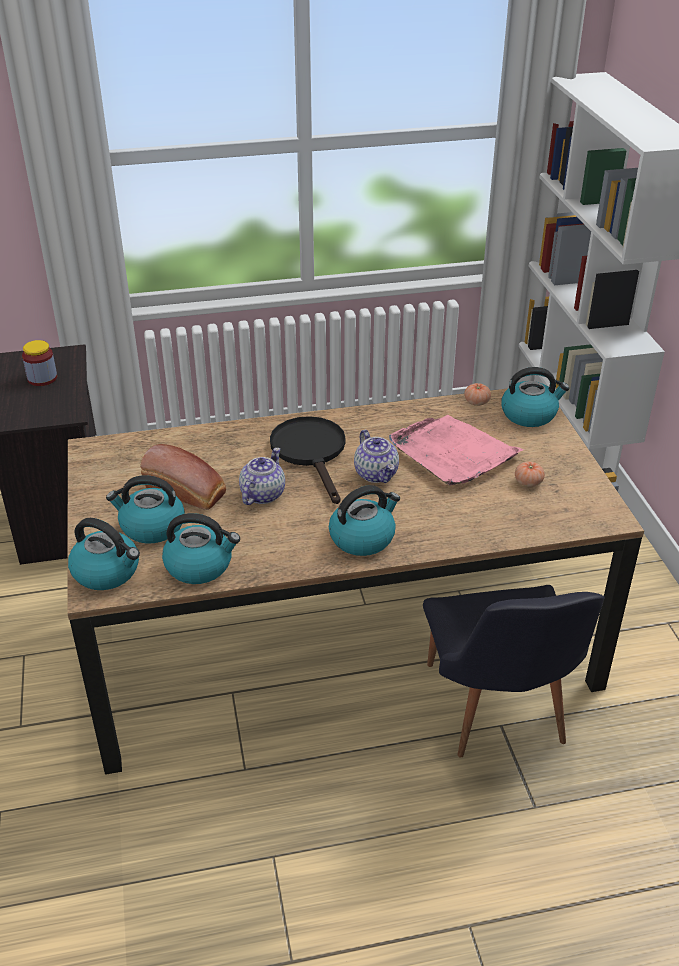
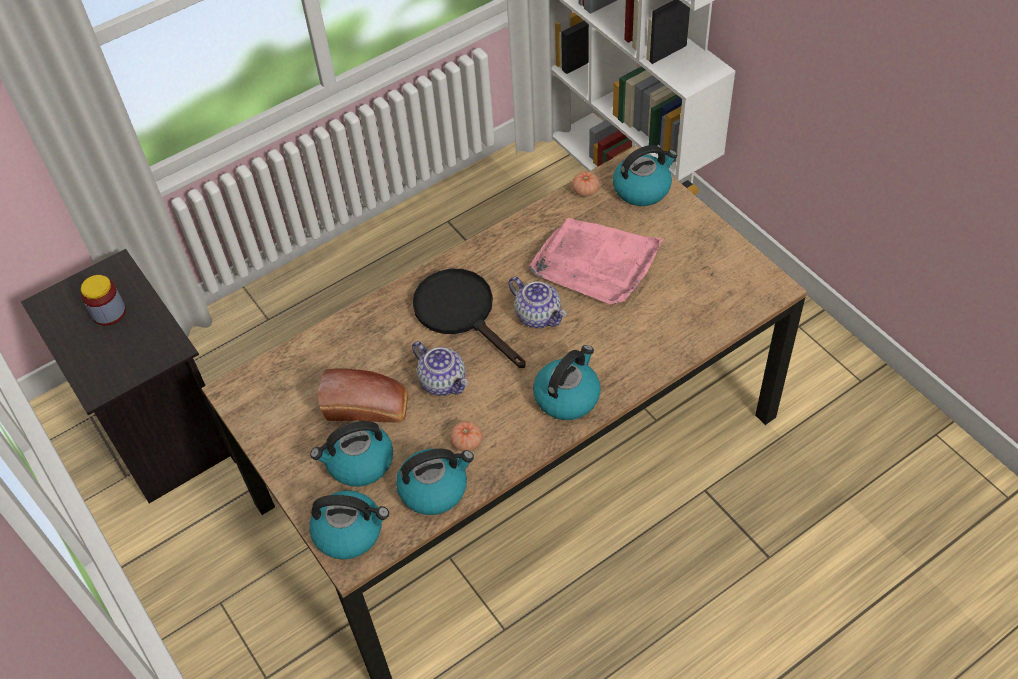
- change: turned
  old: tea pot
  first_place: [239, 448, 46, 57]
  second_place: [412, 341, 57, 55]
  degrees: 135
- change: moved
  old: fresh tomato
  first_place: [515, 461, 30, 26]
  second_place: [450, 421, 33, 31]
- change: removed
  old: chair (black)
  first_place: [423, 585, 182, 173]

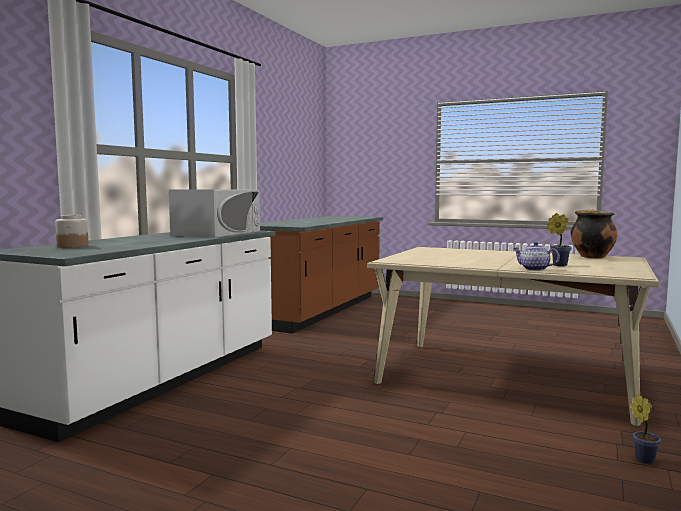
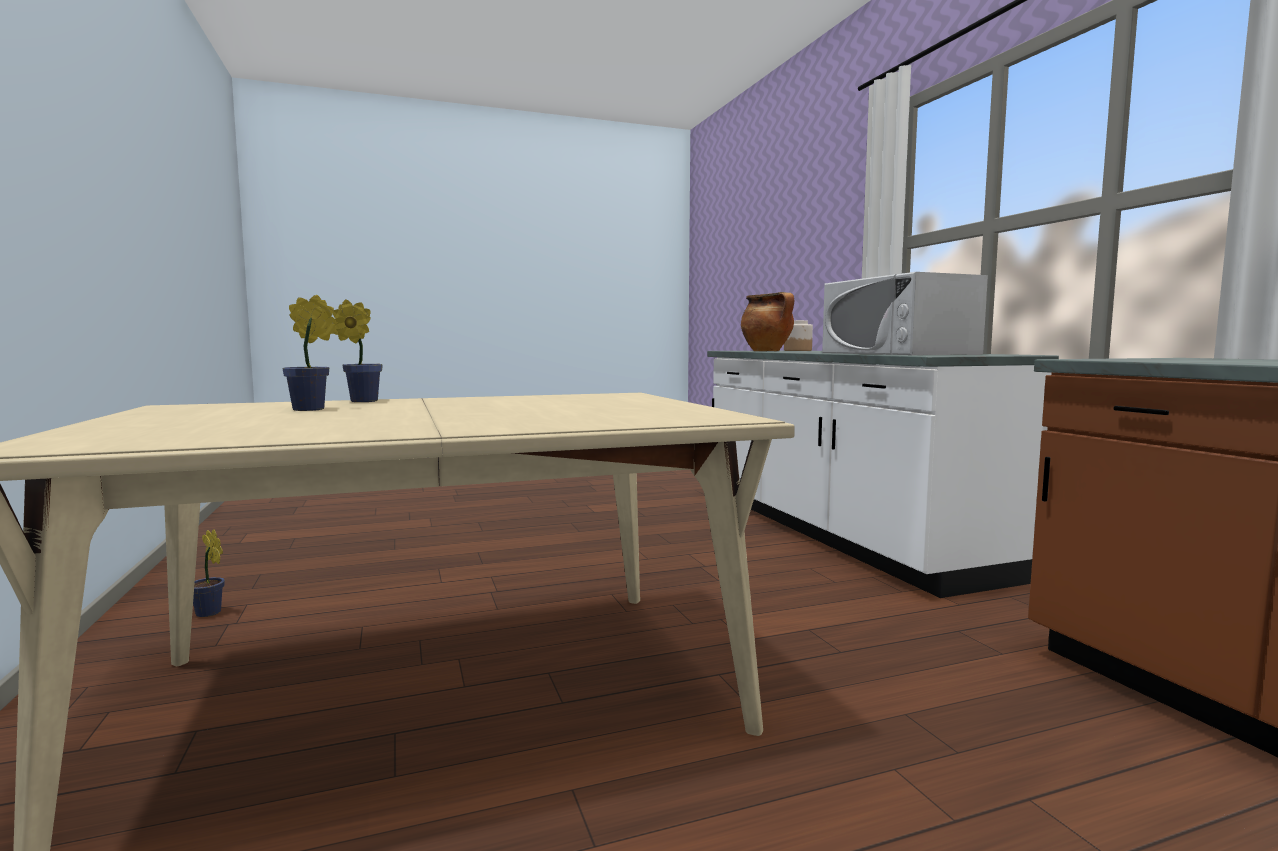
- change: moved
  old: cooking pot
  first_place: [571, 210, 46, 49]
  second_place: [741, 292, 53, 59]
- change: replaced
  old: tea pot
  new: potted plant
  first_place: [513, 242, 47, 29]
  second_place: [333, 299, 50, 103]

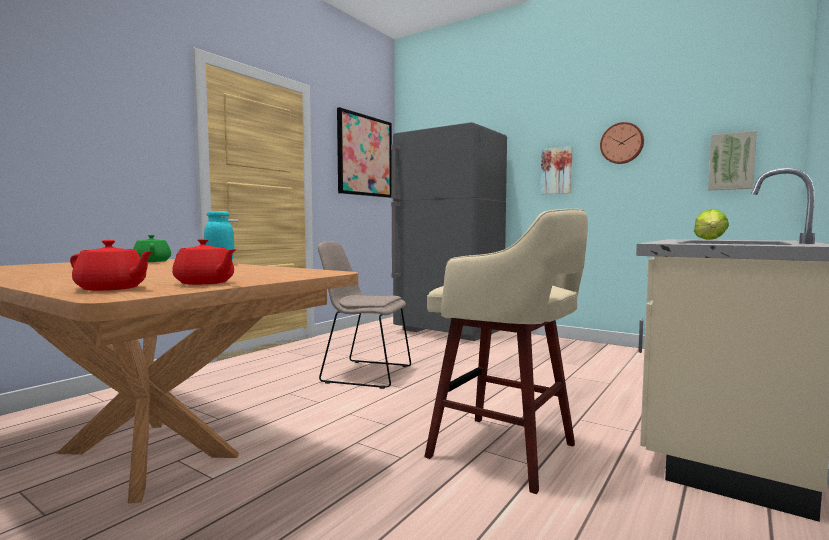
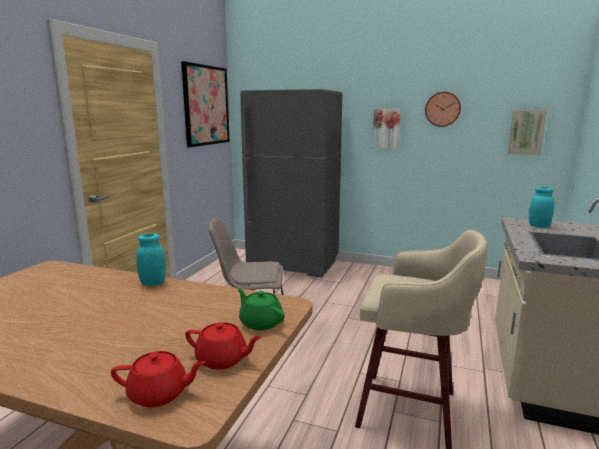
- change: replaced
  old: lettuce
  new: jar (turquoise)
  first_place: [694, 209, 35, 31]
  second_place: [529, 187, 25, 41]
- change: moved
  old: tea pot (green-coloured)
  first_place: [133, 235, 38, 27]
  second_place: [237, 288, 48, 42]

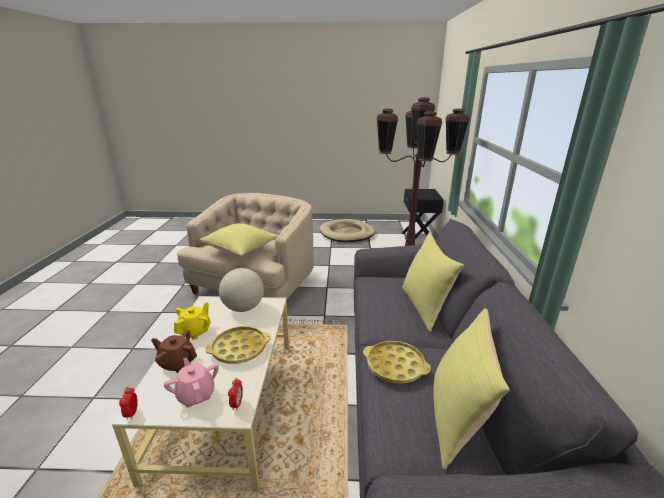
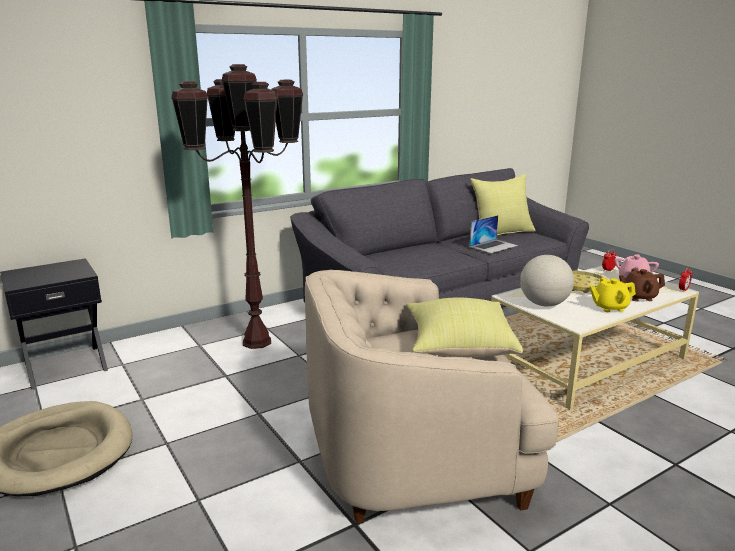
- change: removed
  old: throw pillow (yellow-coloured)
  first_place: [402, 232, 62, 100]
- change: turned
  old: tea pot (brownish)
  first_place: [151, 330, 46, 43]
  second_place: [619, 268, 46, 33]
  degrees: 105
- change: replaced
  old: tray (yellow-coloured)
  new: portable computer
  first_place: [363, 341, 68, 43]
  second_place: [469, 215, 49, 38]

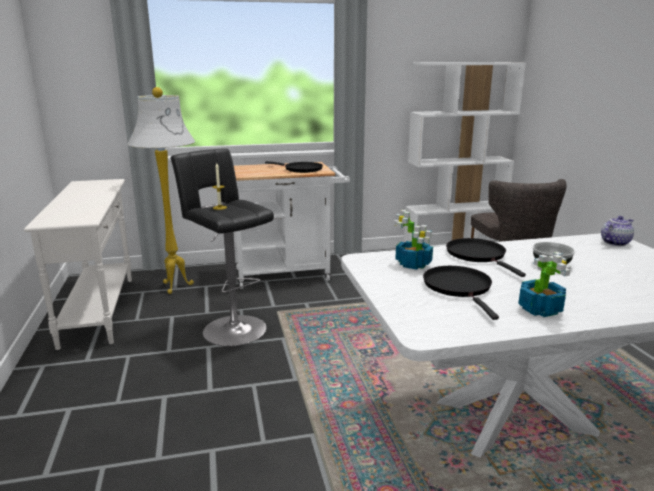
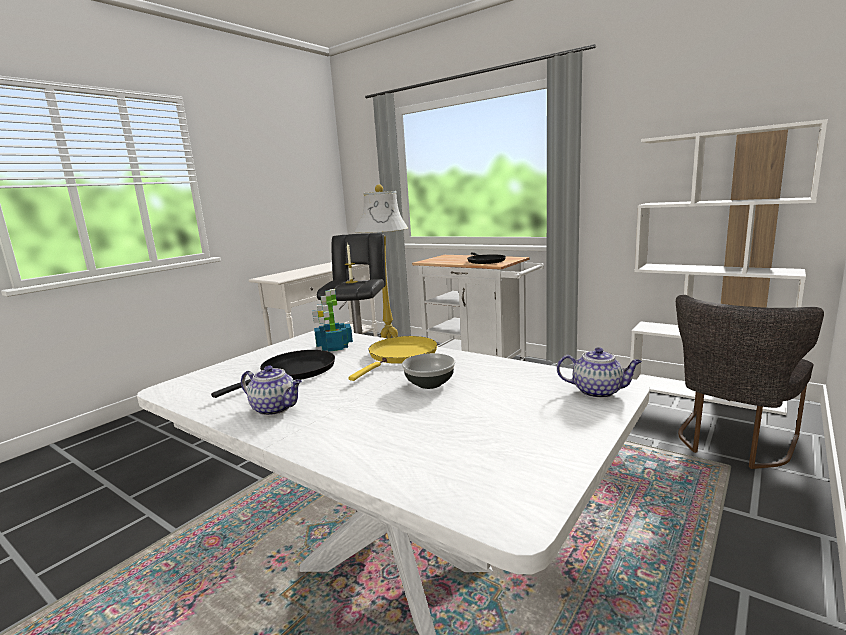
- change: recoloured
  old: pan (black)
  new: pan (yellow-coloured)
  first_place: [446, 238, 80, 39]
  second_place: [349, 336, 88, 45]
- change: replaced
  old: potted plant
  new: tea pot
  first_place: [518, 252, 52, 65]
  second_place: [241, 365, 61, 51]

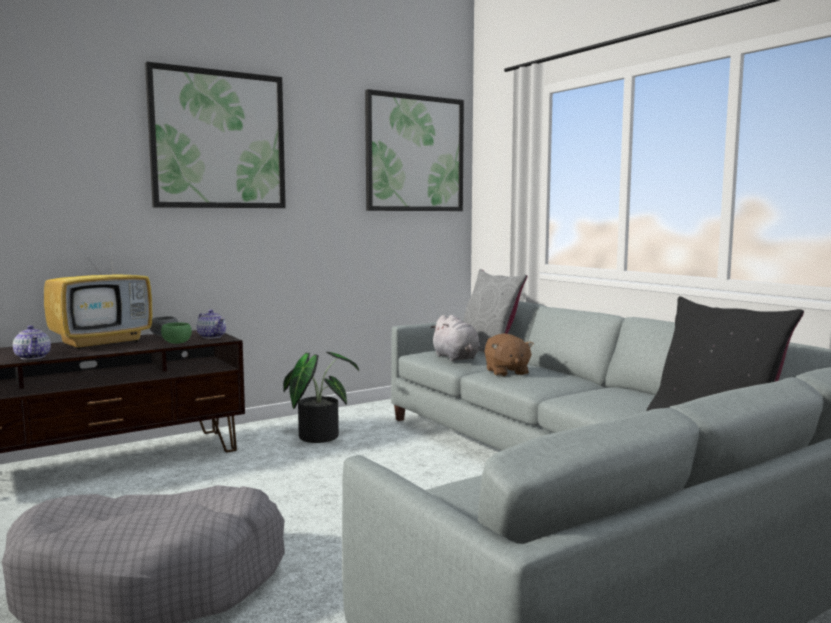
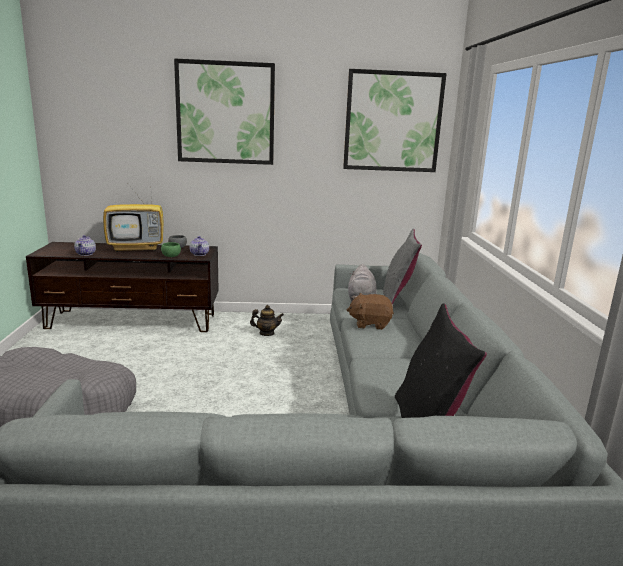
- change: turned
  old: plush toy (brownish)
  first_place: [485, 333, 49, 44]
  second_place: [347, 293, 47, 37]
  degrees: 75
- change: replaced
  old: potted plant
  new: tea pot
  first_place: [283, 352, 76, 91]
  second_place: [250, 305, 34, 31]

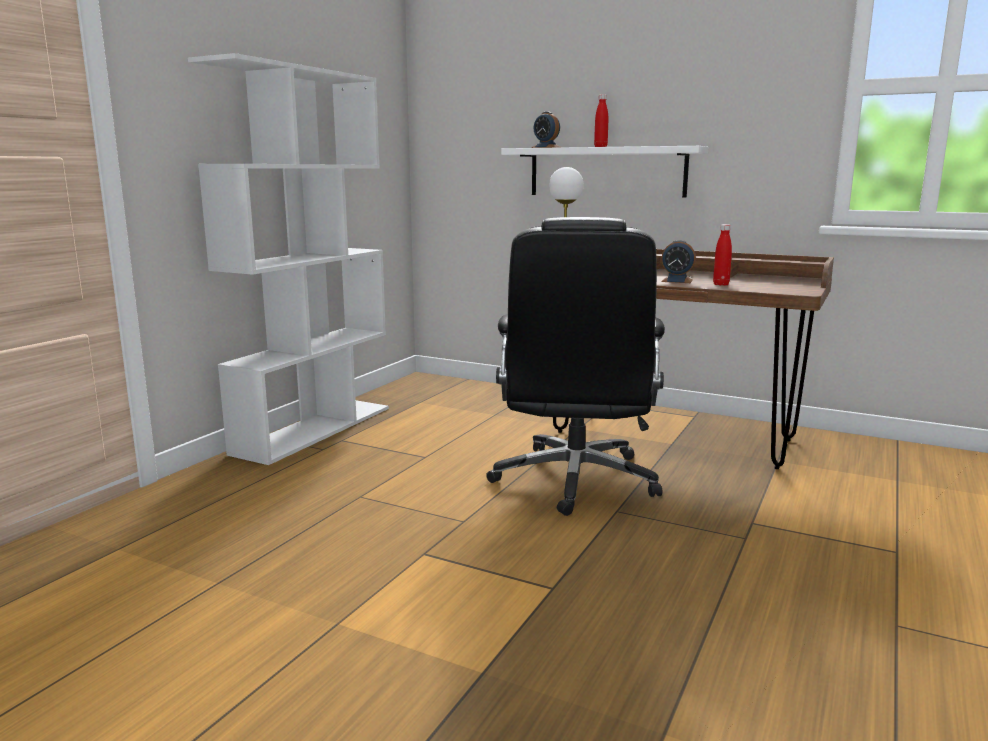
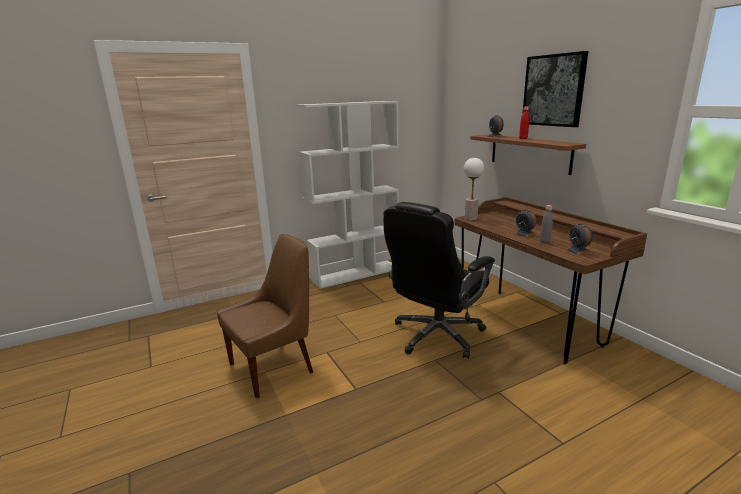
- change: recoloured
  old: shelf (whitish)
  new: shelf (brownish)
  first_place: [501, 146, 207, 52]
  second_place: [471, 134, 115, 41]
- change: recoloured
  old: beverage bottle (red-coloured)
  new: beverage bottle (greyish)
  first_place: [713, 224, 19, 62]
  second_place: [540, 205, 13, 39]
- change: added
  new: wall art
  second_place: [523, 51, 65, 76]
- change: added
  new: bedside clock
  second_place: [565, 224, 28, 31]
- change: added
  new: chair (brownish)
  second_place: [217, 234, 96, 164]

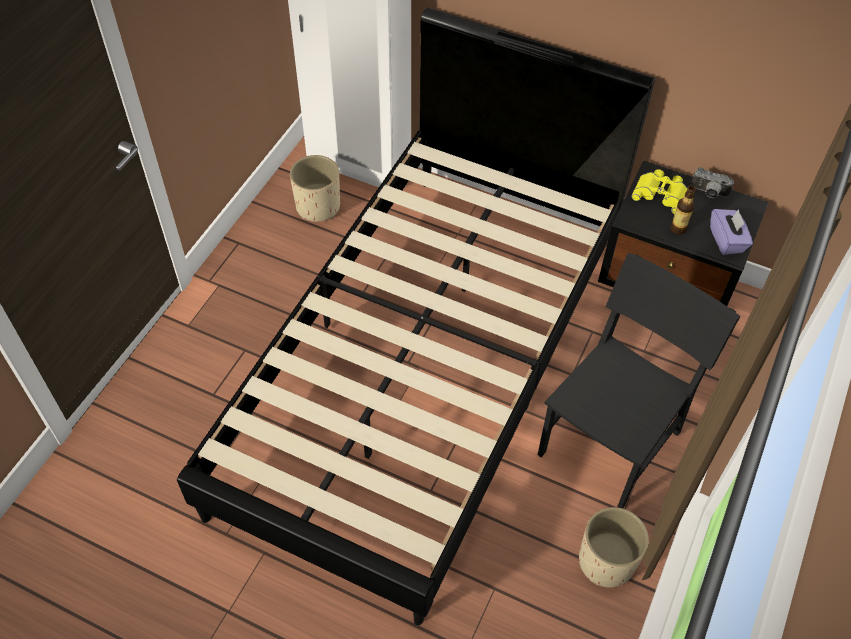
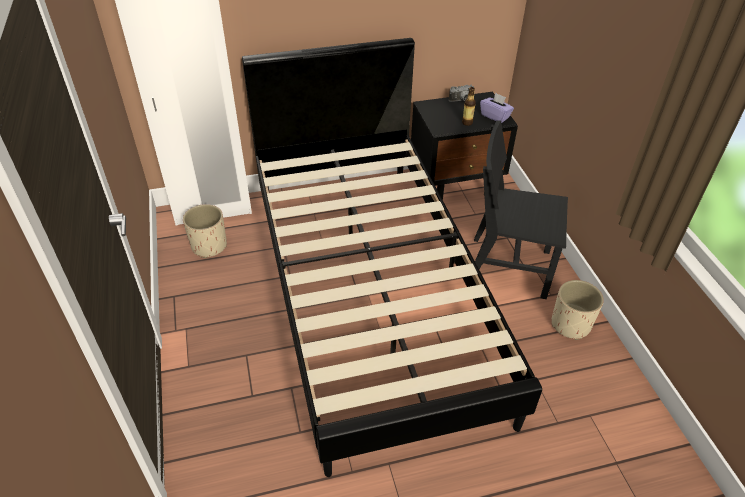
- change: removed
  old: field glasses (yellow-coloured)
  first_place: [631, 169, 56, 45]
- change: turned
  old: chair (black)
  first_place: [538, 252, 202, 256]
  second_place: [474, 120, 94, 179]
  degrees: -75

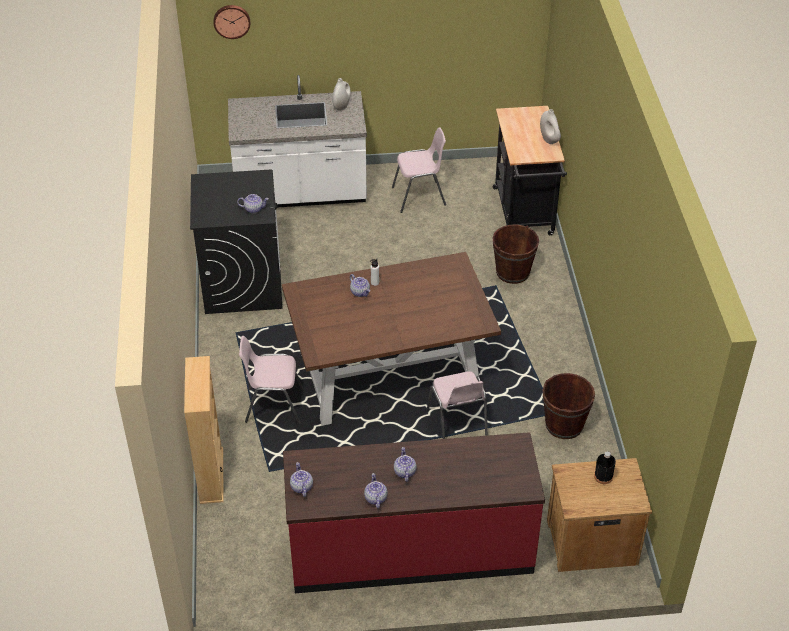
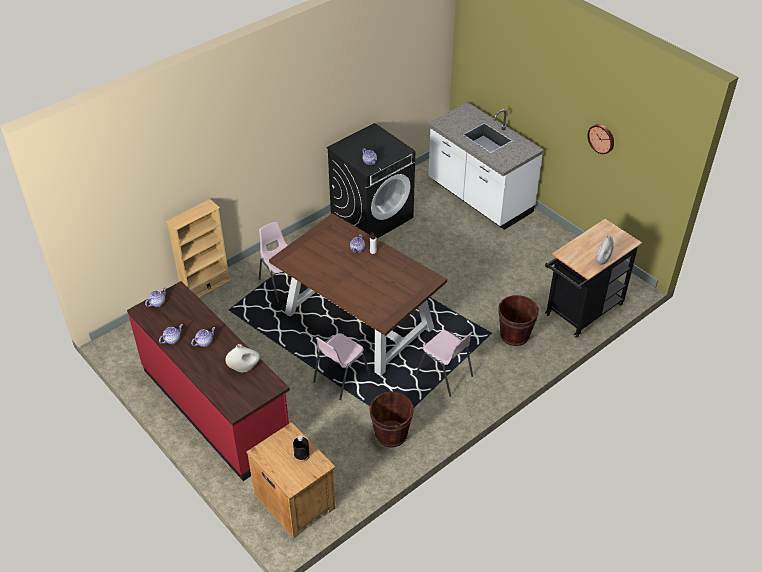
- change: moved
  old: hanging clock
  first_place: [214, 5, 36, 34]
  second_place: [587, 124, 27, 30]
- change: moved
  old: vase (whitish)
  first_place: [332, 78, 19, 33]
  second_place: [225, 344, 35, 28]
- change: moved
  old: chair (pinkish)
  first_place: [392, 127, 54, 86]
  second_place: [416, 330, 57, 67]

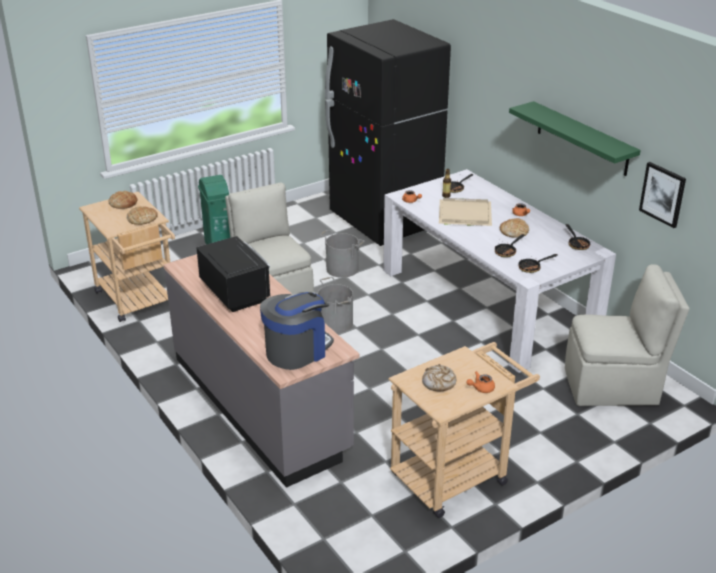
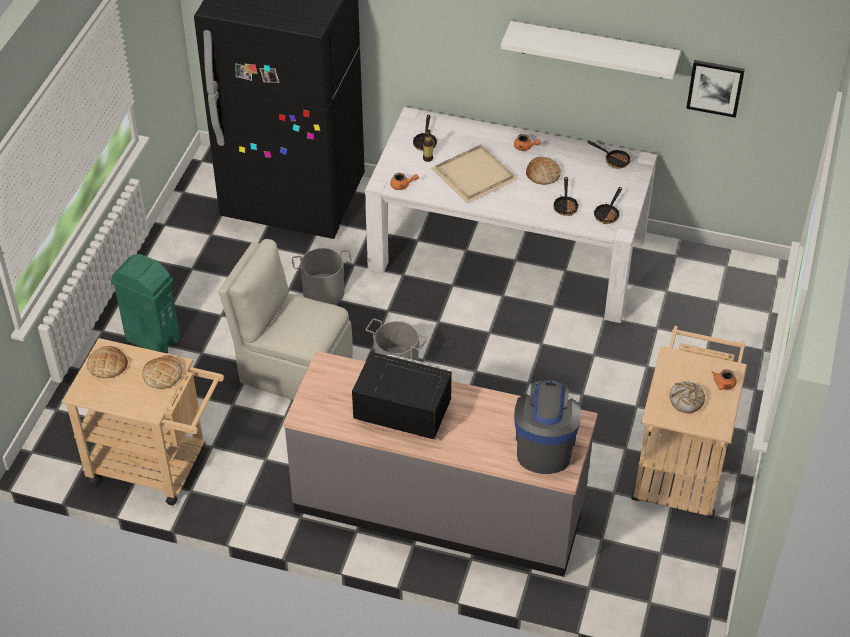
- change: recoloured
  old: shelf (green-coloured)
  new: shelf (whitish)
  first_place: [509, 101, 132, 75]
  second_place: [501, 21, 179, 59]
- change: removed
  old: chair (beige-coloured)
  first_place: [565, 264, 124, 142]

